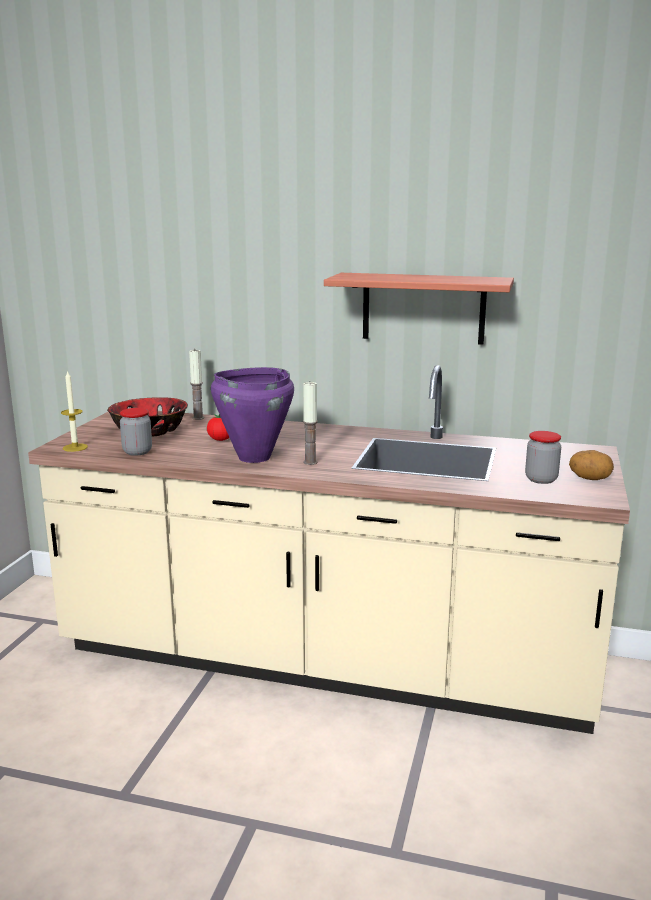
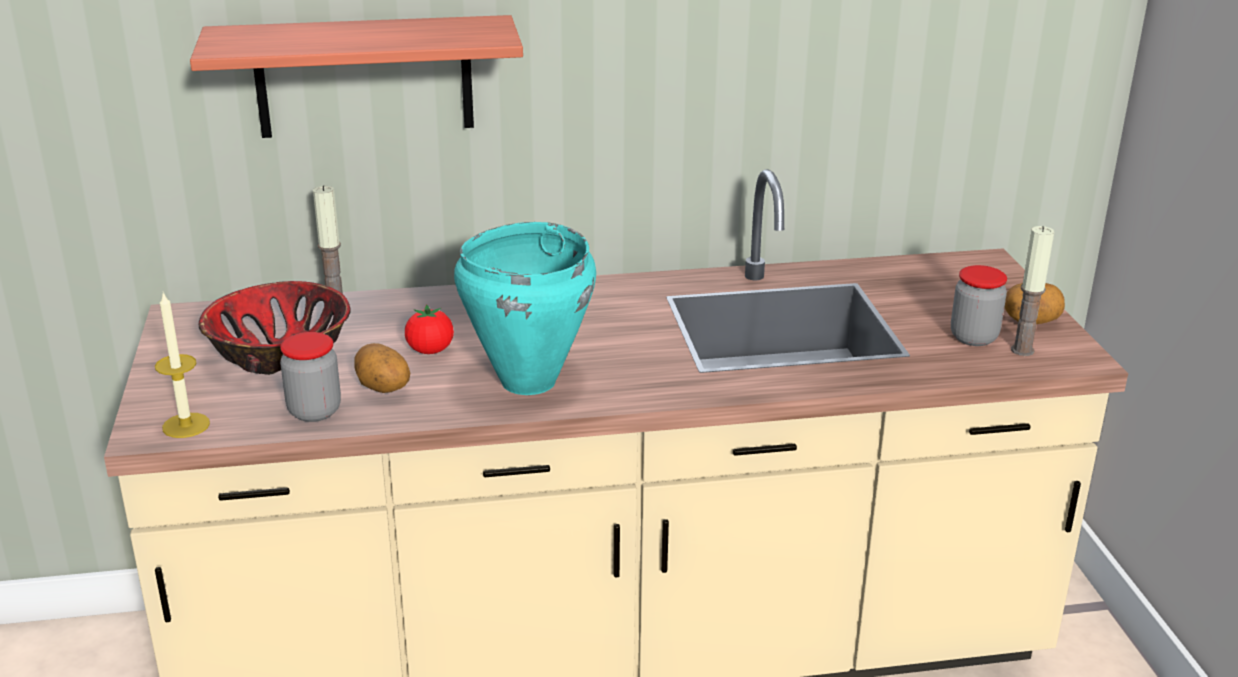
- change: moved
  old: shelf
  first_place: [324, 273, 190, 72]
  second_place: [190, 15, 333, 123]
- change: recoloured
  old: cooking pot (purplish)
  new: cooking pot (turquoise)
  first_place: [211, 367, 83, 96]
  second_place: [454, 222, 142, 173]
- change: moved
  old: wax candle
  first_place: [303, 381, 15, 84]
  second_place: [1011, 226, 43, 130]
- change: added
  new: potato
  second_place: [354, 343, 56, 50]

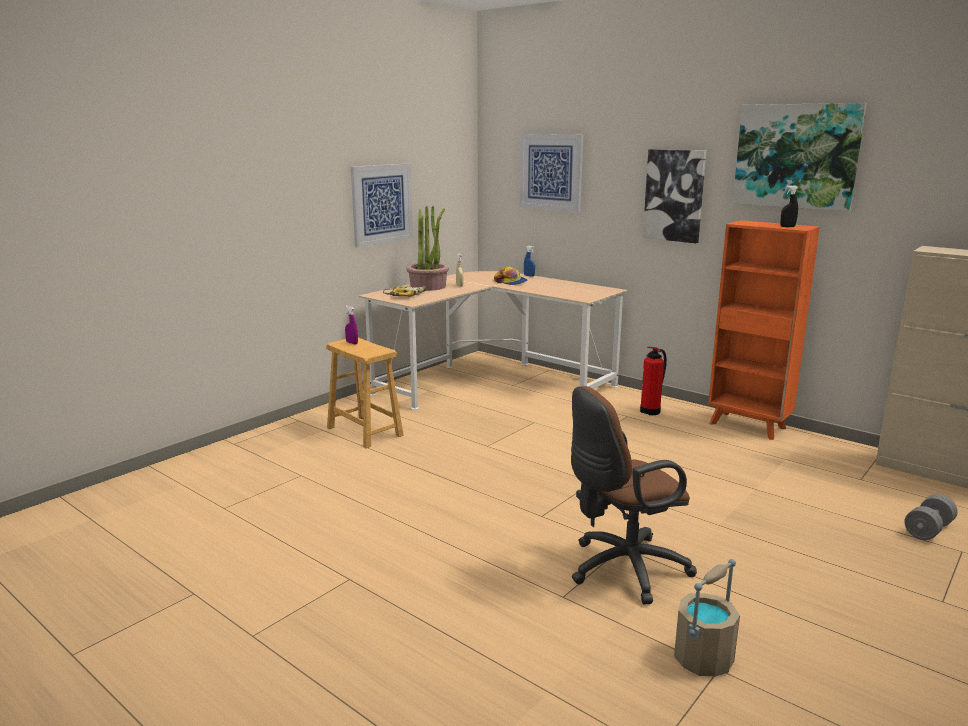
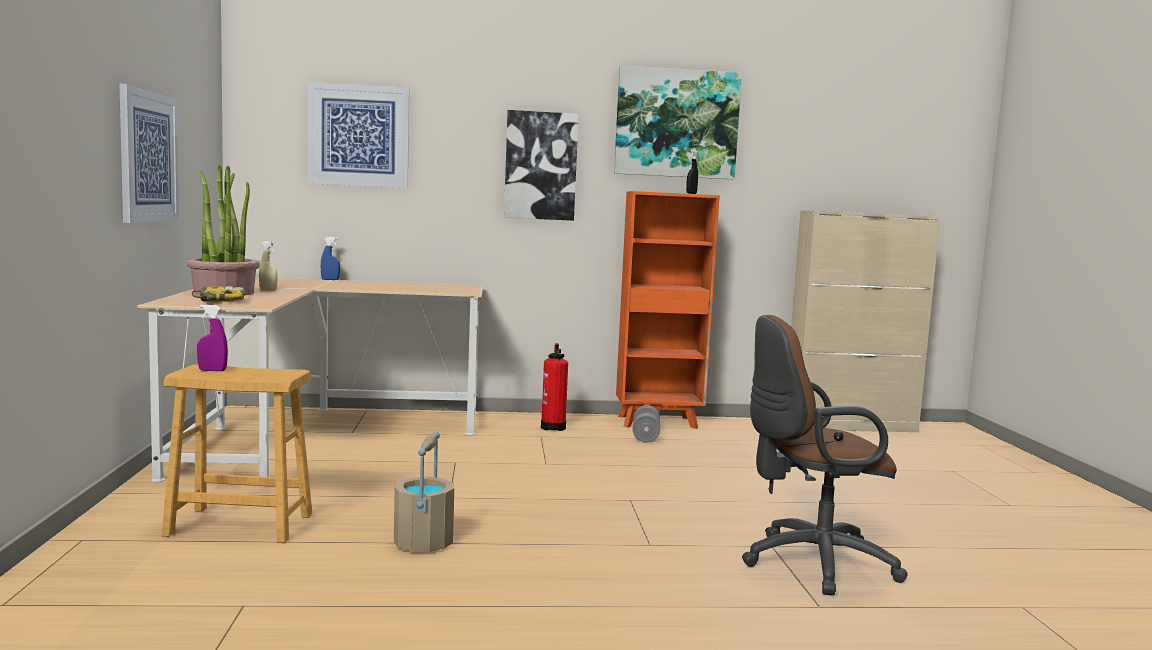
- change: removed
  old: baseball cap
  first_place: [494, 266, 34, 19]
- change: turned
  old: office chair (brownish)
  first_place: [571, 386, 126, 219]
  second_place: [742, 315, 165, 281]
  degrees: 60
- change: moved
  old: free weight (greyish)
  first_place: [904, 494, 54, 46]
  second_place: [632, 405, 28, 38]
- change: moved
  old: water bucket (beige-coloured)
  first_place: [674, 559, 66, 118]
  second_place: [394, 432, 60, 120]

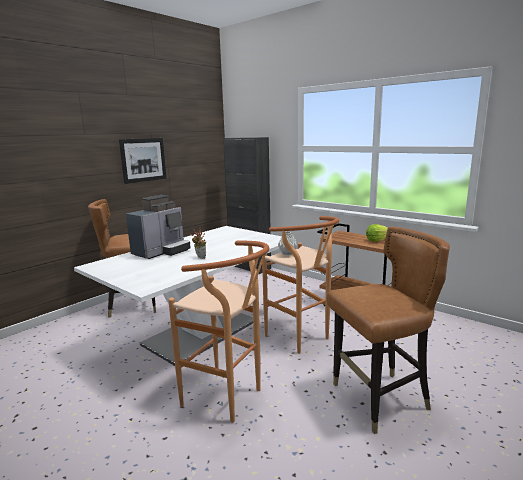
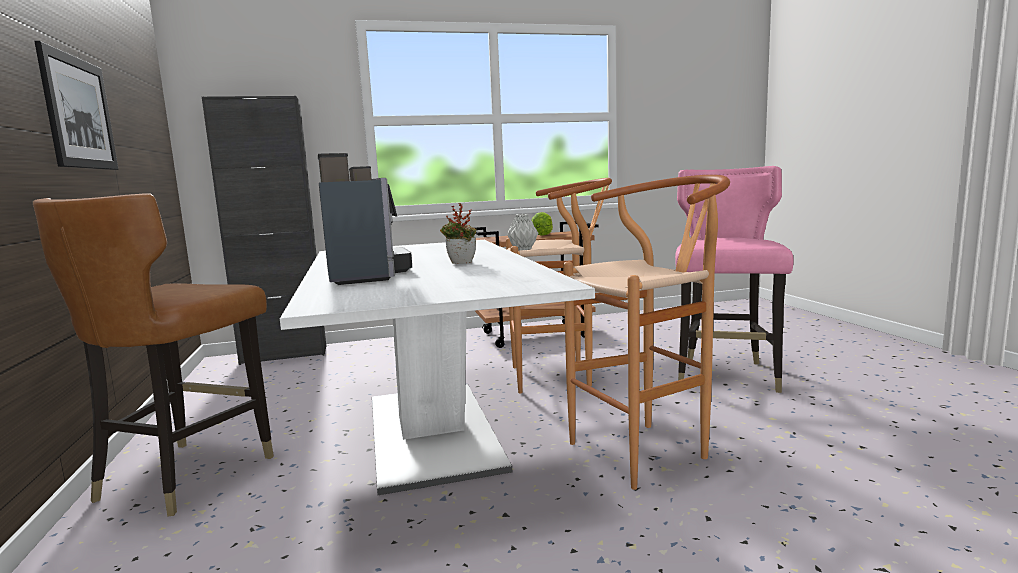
- change: recoloured
  old: chair (brownish)
  new: chair (pinkish)
  first_place: [327, 226, 123, 208]
  second_place: [675, 166, 119, 227]

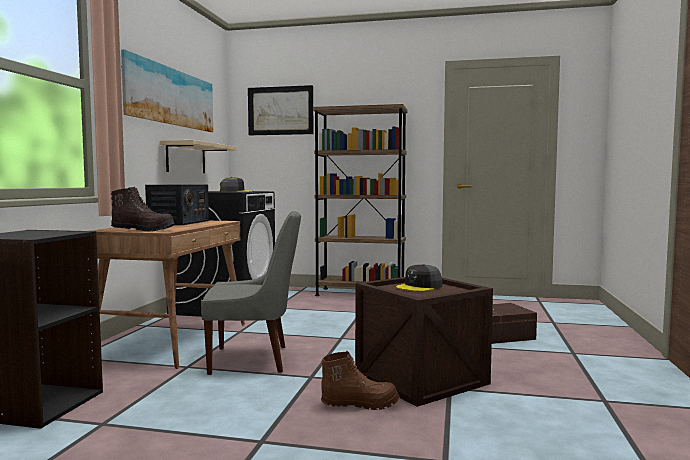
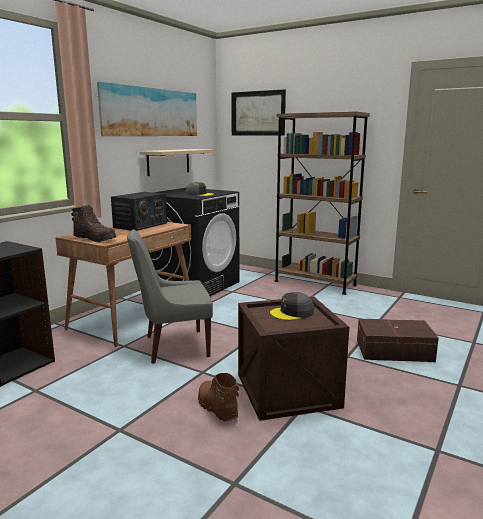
- change: turned
  old: chair (greyish)
  first_place: [201, 211, 100, 164]
  second_place: [127, 229, 86, 135]
  degrees: 150
- change: turned
  old: tall boot (brownish)
  first_place: [321, 351, 79, 59]
  second_place: [198, 373, 41, 49]
  degrees: -135

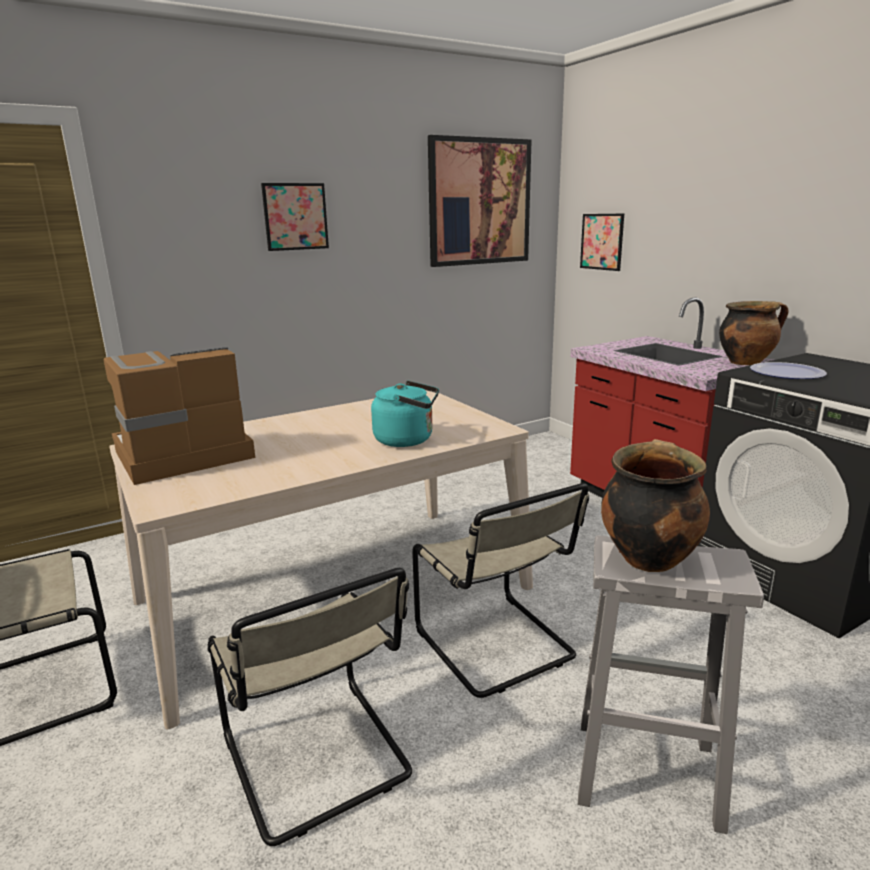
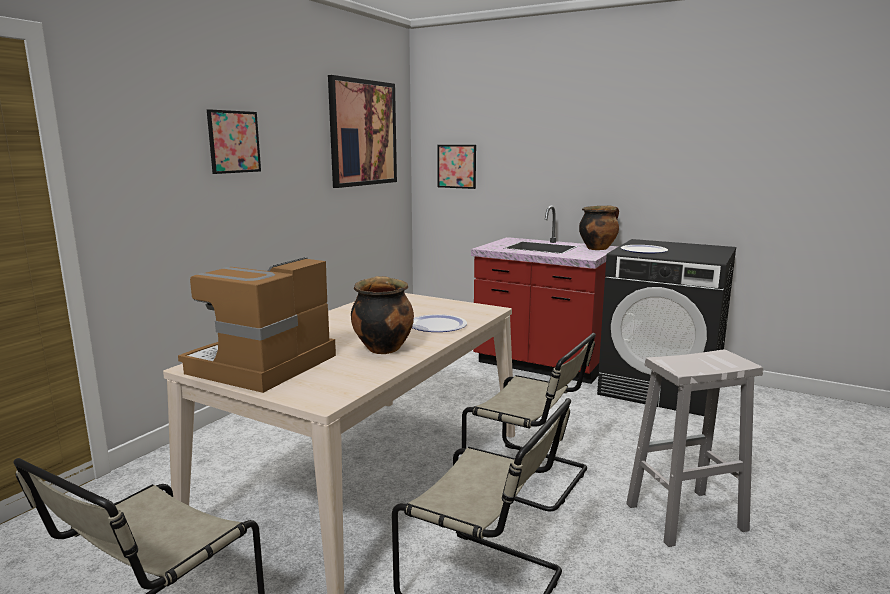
- change: replaced
  old: kettle (turquoise)
  new: flat dish
  first_place: [371, 381, 68, 66]
  second_place: [412, 314, 55, 18]
- change: moved
  old: cooking pot
  first_place: [601, 439, 109, 133]
  second_place: [351, 276, 63, 78]

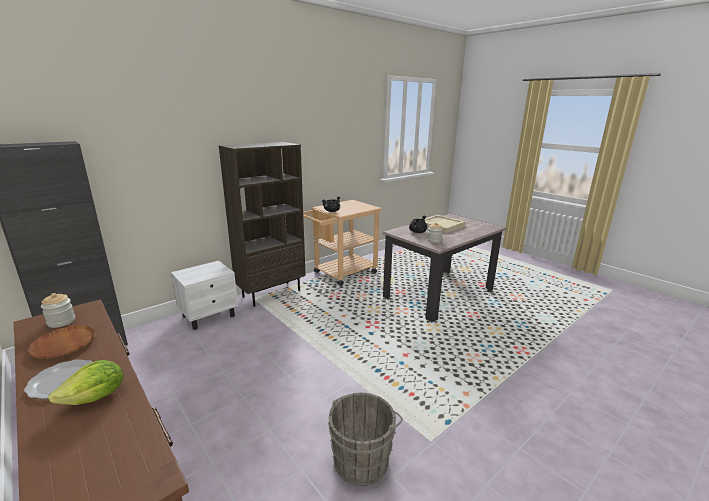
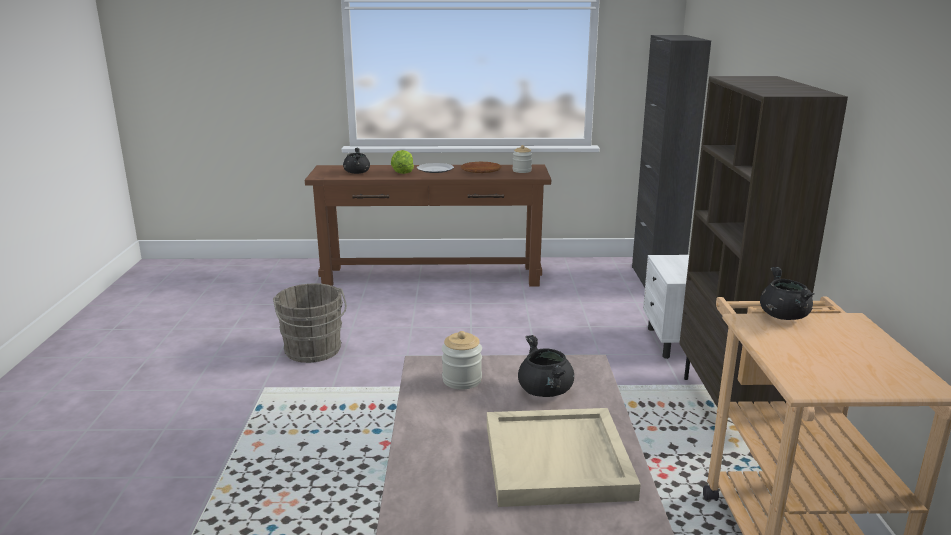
- change: added
  new: cooking pot (black)
  second_place: [343, 148, 27, 26]

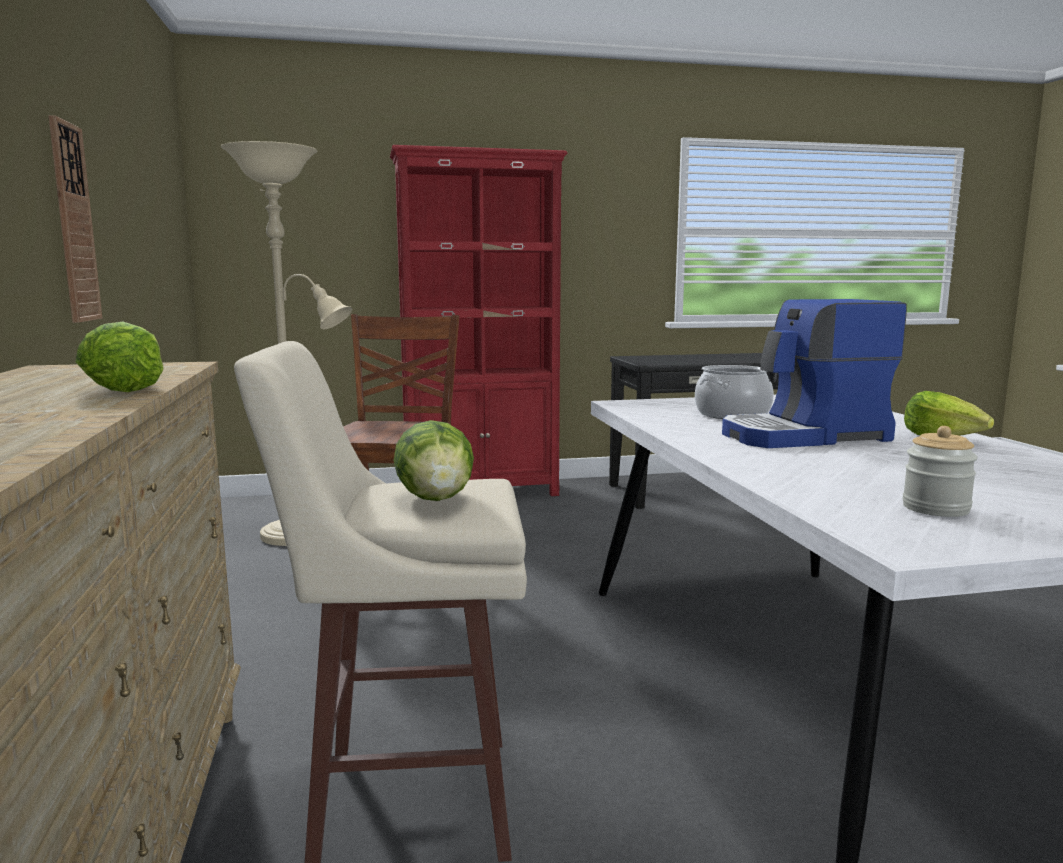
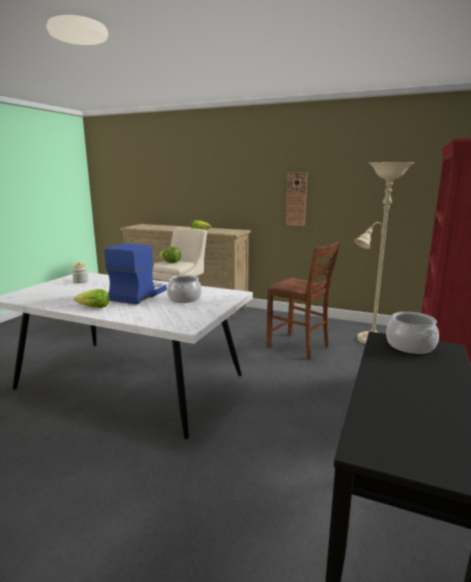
- change: added
  new: cooking pot
  second_place: [386, 312, 53, 42]

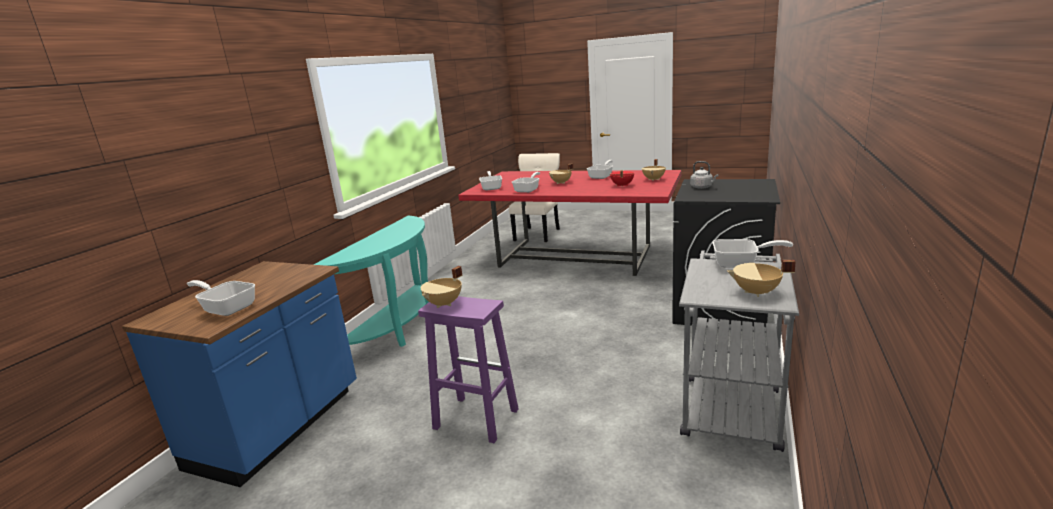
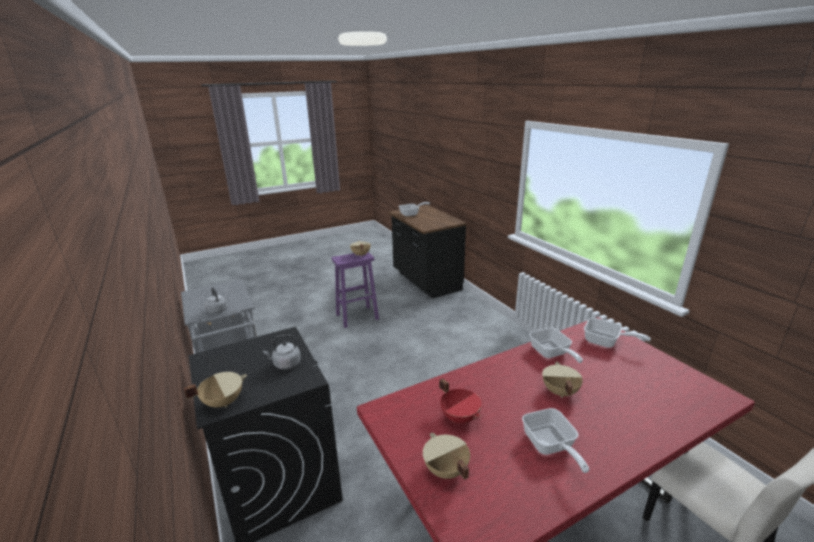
- change: removed
  old: hall table (turquoise)
  first_place: [314, 216, 115, 131]
- change: replaced
  old: pan
  new: kettle (greyish)
  first_place: [712, 239, 81, 29]
  second_place: [205, 287, 22, 27]
- change: moved
  old: cooking pot (beige-coloured)
  first_place: [727, 260, 69, 37]
  second_place: [183, 372, 64, 36]
- change: recoloured
  old: counter (bluish)
  new: counter (black)
  first_place: [122, 261, 235, 226]
  second_place: [388, 205, 79, 94]

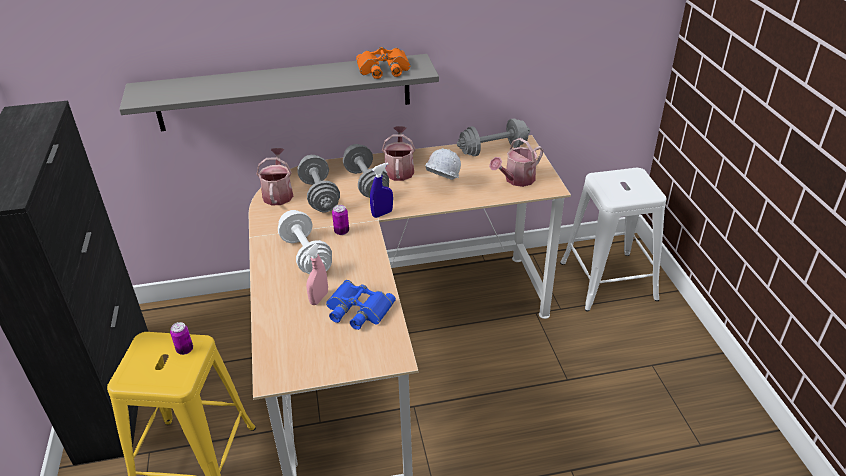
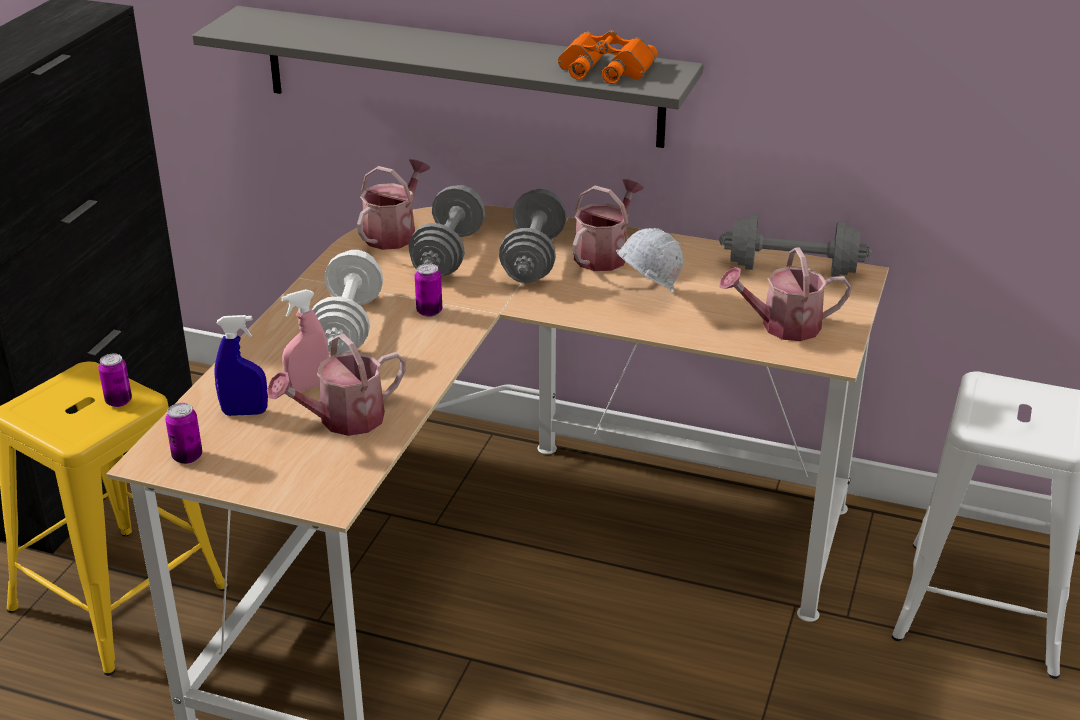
- change: moved
  old: sprayer (bluish)
  first_place: [370, 162, 23, 56]
  second_place: [214, 315, 54, 101]
- change: replaced
  old: field glasses (bluish)
  new: watering can
  first_place: [326, 280, 70, 50]
  second_place: [267, 333, 139, 103]
- change: added
  new: sealed can
  second_place: [165, 403, 37, 61]

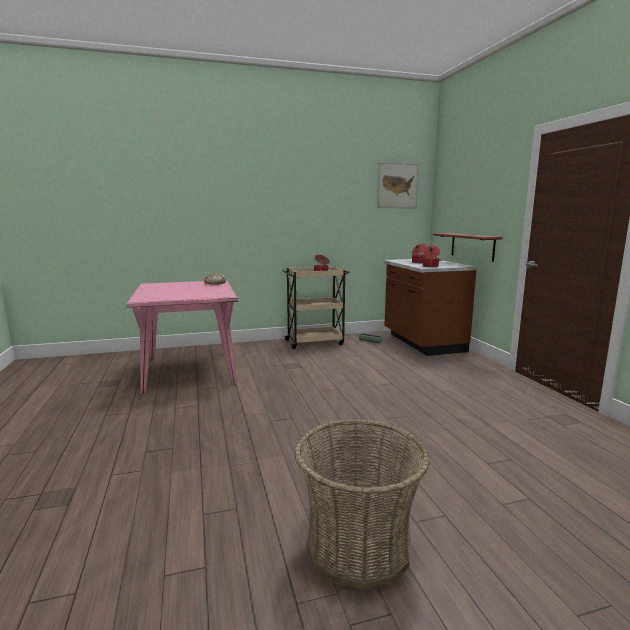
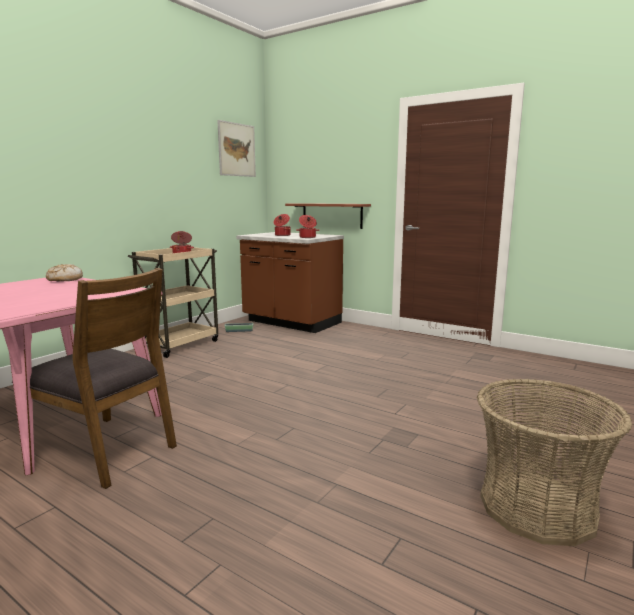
- change: added
  new: chair (brownish)
  second_place: [12, 268, 165, 221]

